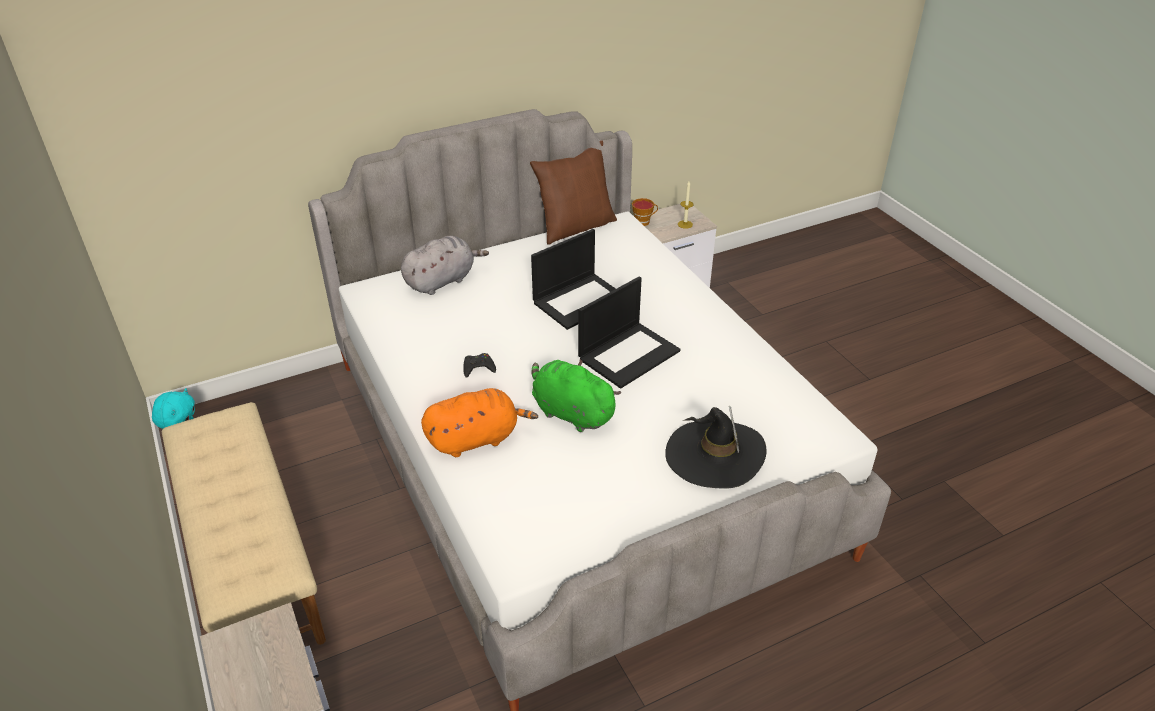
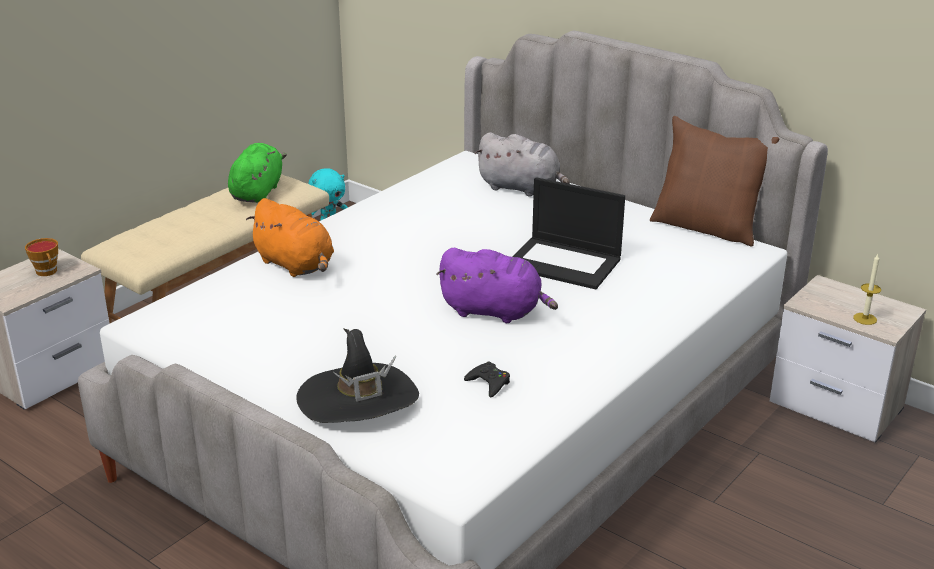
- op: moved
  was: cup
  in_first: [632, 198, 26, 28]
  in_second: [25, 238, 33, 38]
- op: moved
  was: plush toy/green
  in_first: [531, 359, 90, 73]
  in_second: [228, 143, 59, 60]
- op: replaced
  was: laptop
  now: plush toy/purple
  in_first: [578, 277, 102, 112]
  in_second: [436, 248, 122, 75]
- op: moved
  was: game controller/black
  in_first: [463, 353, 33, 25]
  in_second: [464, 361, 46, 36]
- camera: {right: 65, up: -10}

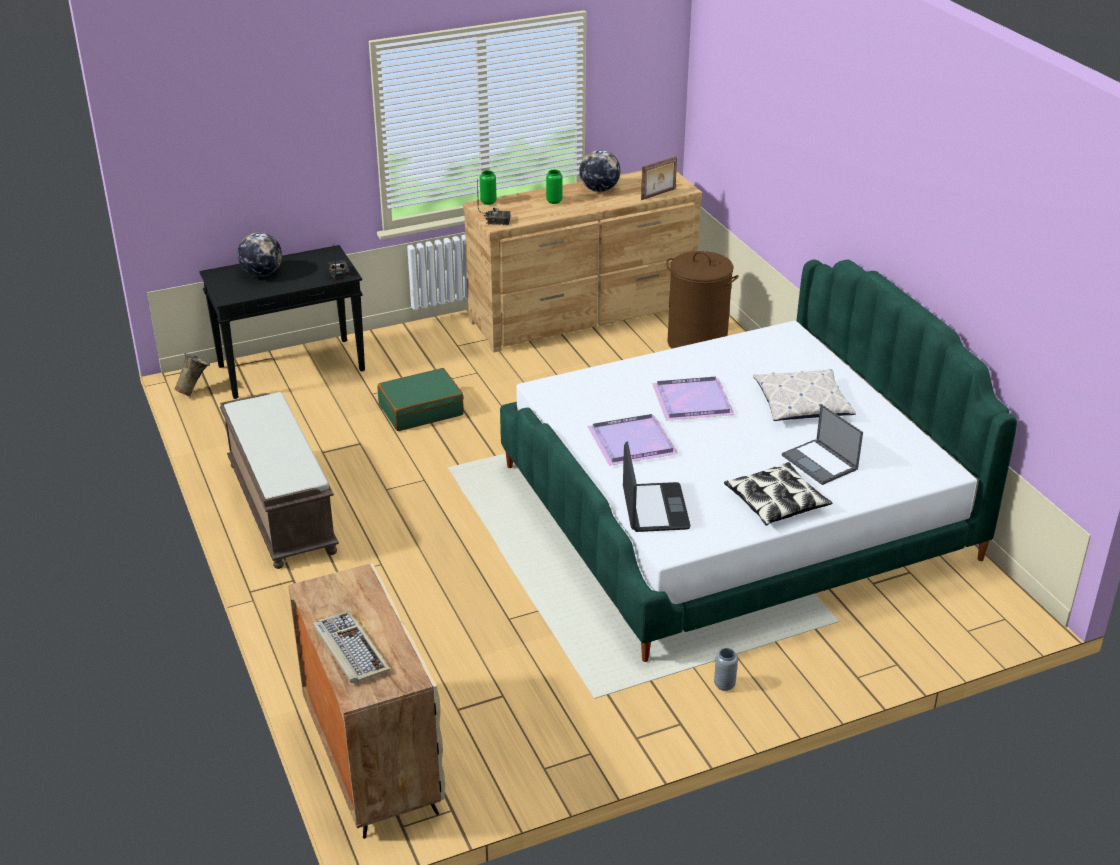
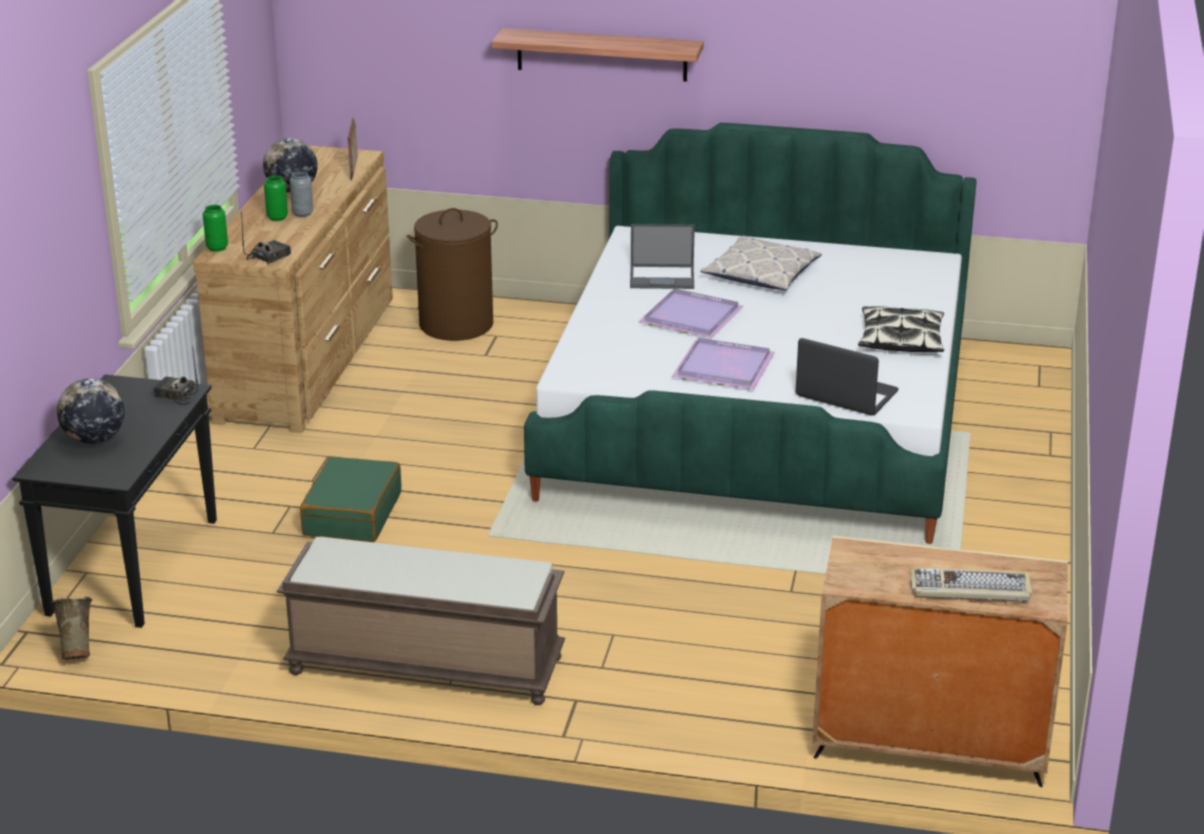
- op: moved
  was: vase/grey
  in_first: [714, 648, 24, 43]
  in_second: [290, 172, 23, 45]
- op: added
  now: shelf
  in_second: [492, 28, 212, 53]
- op: moved
  was: laptop
  in_first: [782, 404, 81, 81]
  in_second: [630, 224, 65, 65]
- camera: {right: -55, up: -5}

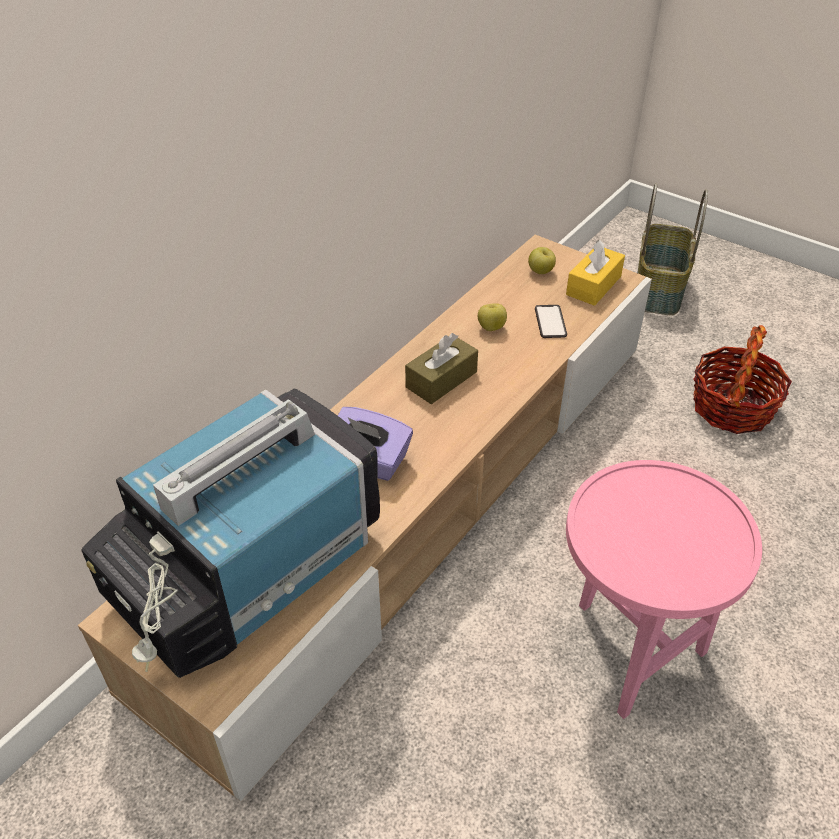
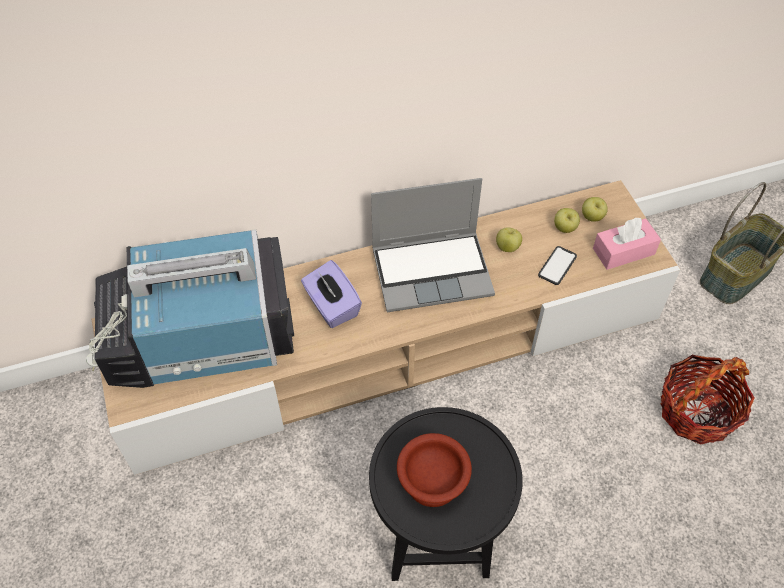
- op: recoloured
  was: side table/pink
  now: side table/black
  in_first: [566, 460, 196, 259]
  in_second: [369, 407, 154, 174]
- op: replaced
  was: tissue box/brown
  now: laptop
  in_first: [405, 333, 73, 71]
  in_second: [371, 178, 124, 134]
- op: added
  now: bowl/brown
  in_second: [397, 433, 75, 74]
- op: added
  now: apple
  in_second: [554, 208, 26, 25]
- op: recoloured
  was: tissue box/yellow
  now: tissue box/pink
  in_first: [566, 240, 59, 66]
  in_second: [593, 218, 68, 52]
- camera: {right: 35, up: 10}

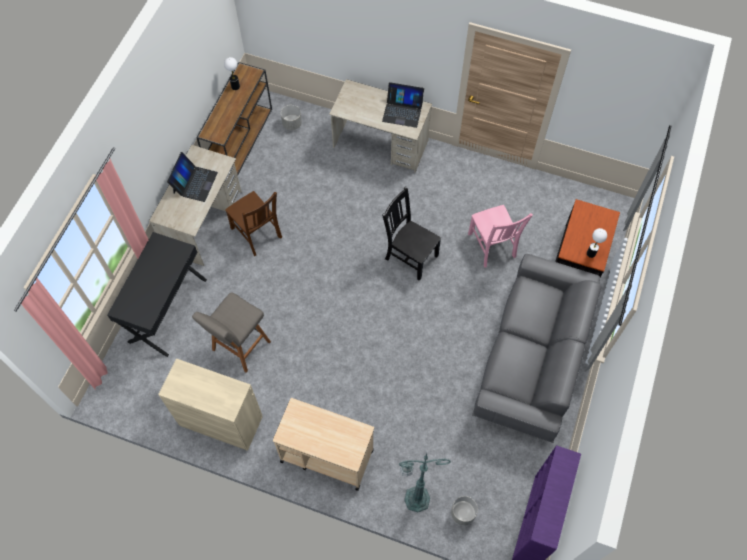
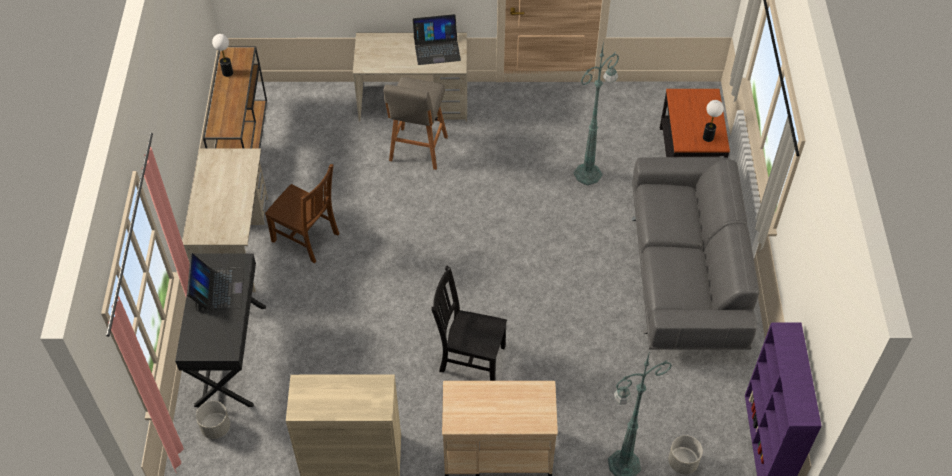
- op: moved
  was: laptop
  in_first: [167, 152, 51, 50]
  in_second: [187, 253, 57, 58]
- op: moved
  was: planter/grey
  in_first: [281, 105, 21, 25]
  in_second: [196, 401, 34, 38]
- op: moved
  was: stool/grey
  in_first: [192, 292, 79, 81]
  in_second: [383, 77, 65, 93]
- op: moved
  was: chair/black
  in_first: [382, 186, 59, 95]
  in_second: [431, 266, 76, 115]
- op: replaced
  was: chair/pink
  now: floor lamp/green
  in_first: [468, 205, 65, 63]
  in_second: [573, 40, 46, 146]
- camera: {right: -20, up: -10}

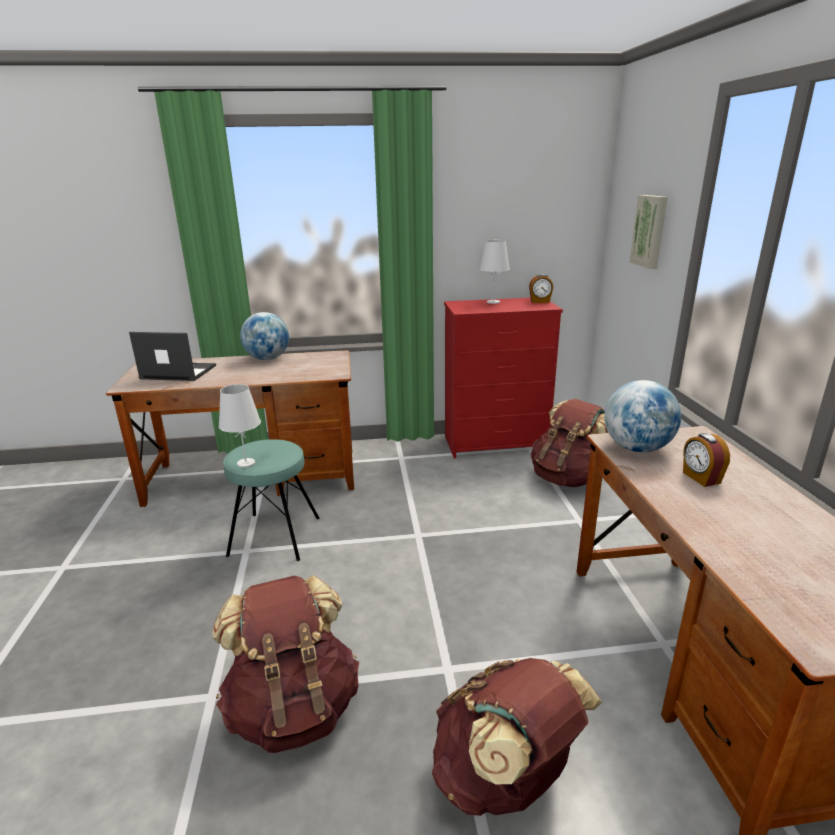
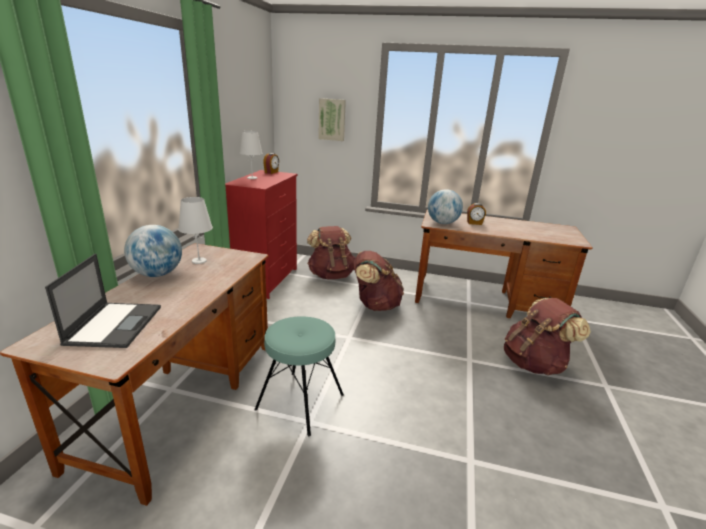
- op: turned
  was: laptop
  in_first: [129, 332, 87, 49]
  in_second: [45, 253, 116, 95]
  clockwise: 150
- op: moved
  was: table lamp/white
  in_first: [219, 384, 42, 84]
  in_second: [178, 197, 35, 67]
- op: moved
  was: backpack/brown
  in_first: [213, 575, 146, 178]
  in_second: [354, 251, 50, 60]
- camera: {right: -70, up: 0}

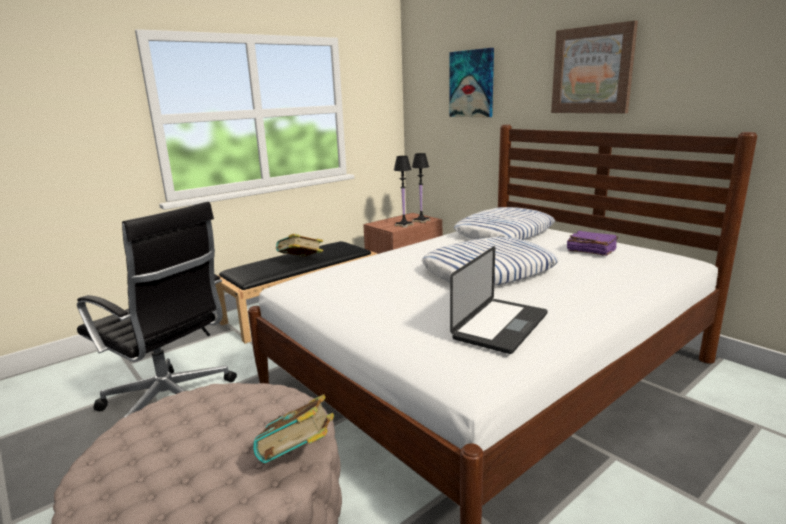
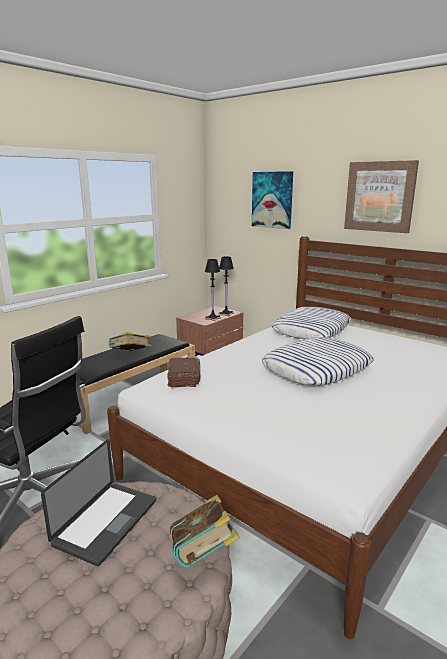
- op: moved
  was: laptop
  in_first: [450, 246, 98, 108]
  in_second: [41, 439, 115, 127]
- op: added
  now: book/brown
  in_second: [167, 358, 33, 30]
- op: removed
  was: book/purple
  in_first: [567, 231, 51, 25]
- camera: {right: -10, up: 0}

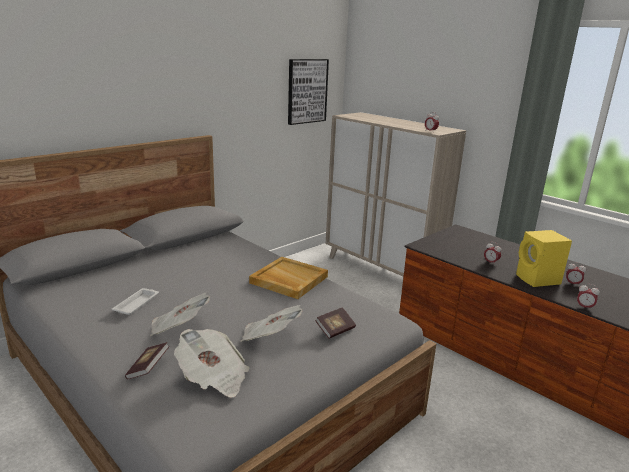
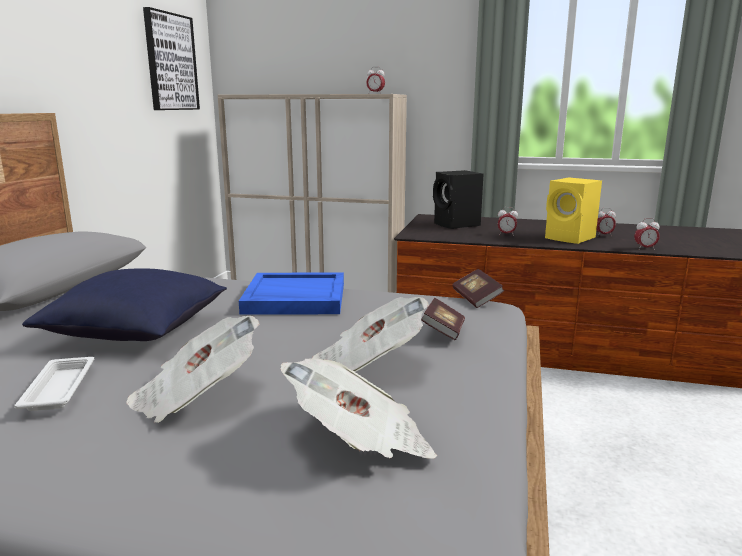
- op: added
  now: pillow/blue
  in_second: [22, 269, 205, 72]
- op: recoloured
  was: tray/beige
  now: tray/blue
  in_first: [249, 257, 79, 42]
  in_second: [239, 273, 105, 42]
- op: added
  now: speaker/black
  in_second: [433, 170, 50, 59]
- op: moved
  was: book
  in_first: [125, 342, 45, 38]
  in_second: [452, 269, 52, 39]
- camera: {right: -30, up: -5}

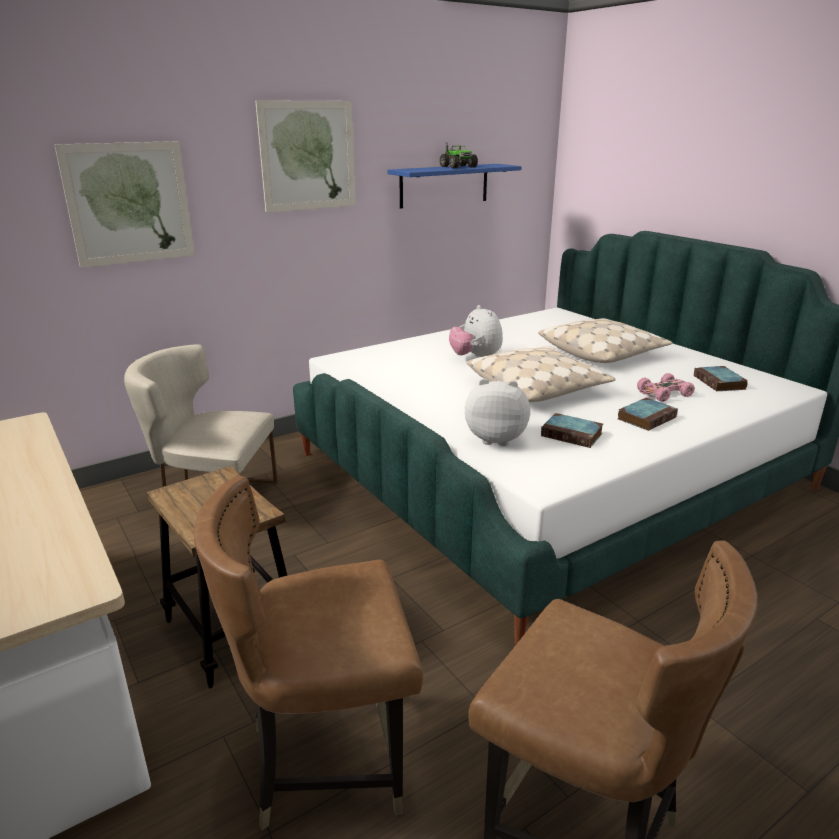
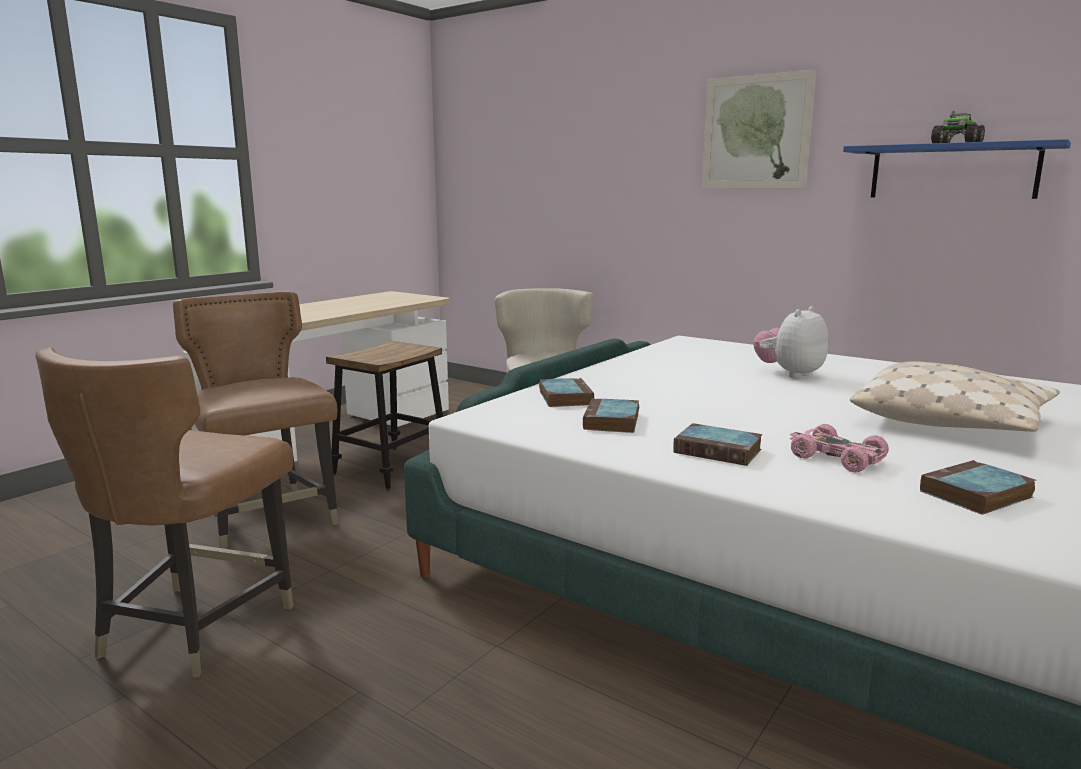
- op: replaced
  was: plush toy
  now: book
  in_first: [465, 378, 65, 68]
  in_second: [539, 378, 55, 29]
- op: removed
  was: picture
  in_first: [55, 141, 140, 127]
- op: removed
  was: pillow/beige
  in_first: [467, 346, 149, 56]
- camera: {right: 70, up: -10}

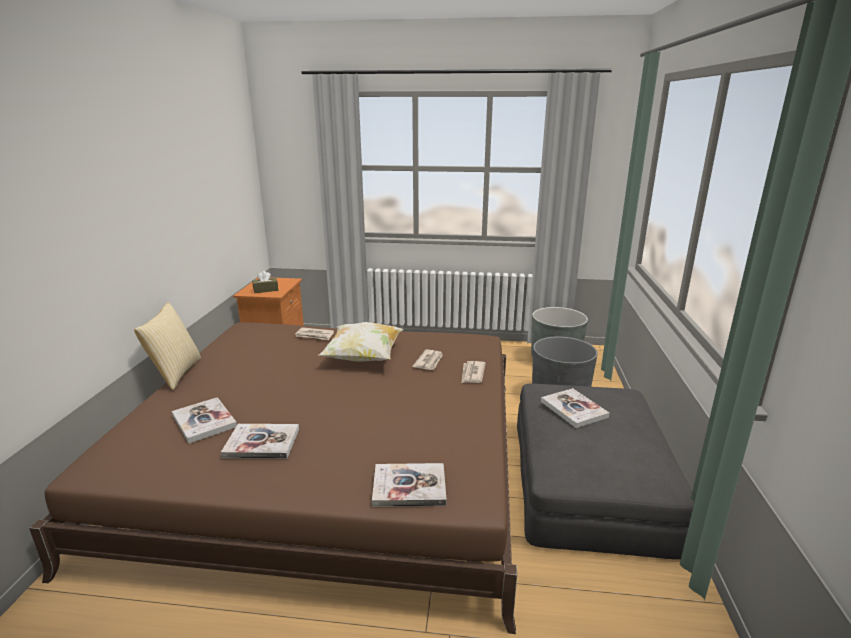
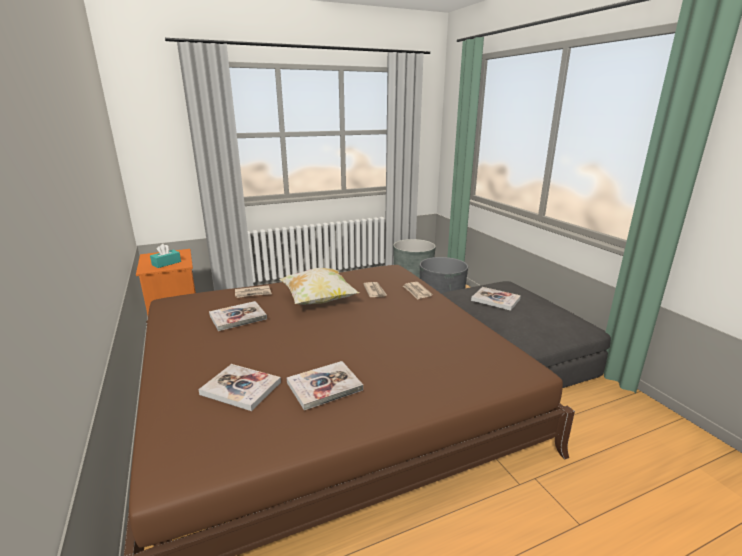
- op: recoloured
  was: tissue box/brown
  now: tissue box/turquoise
  in_first: [252, 271, 26, 22]
  in_second: [150, 244, 31, 24]
- op: moved
  was: book
  in_first: [372, 463, 74, 44]
  in_second: [209, 301, 58, 30]
- op: removed
  was: pillow
  in_first: [134, 303, 67, 87]
- camera: {right: -30, up: 0}

